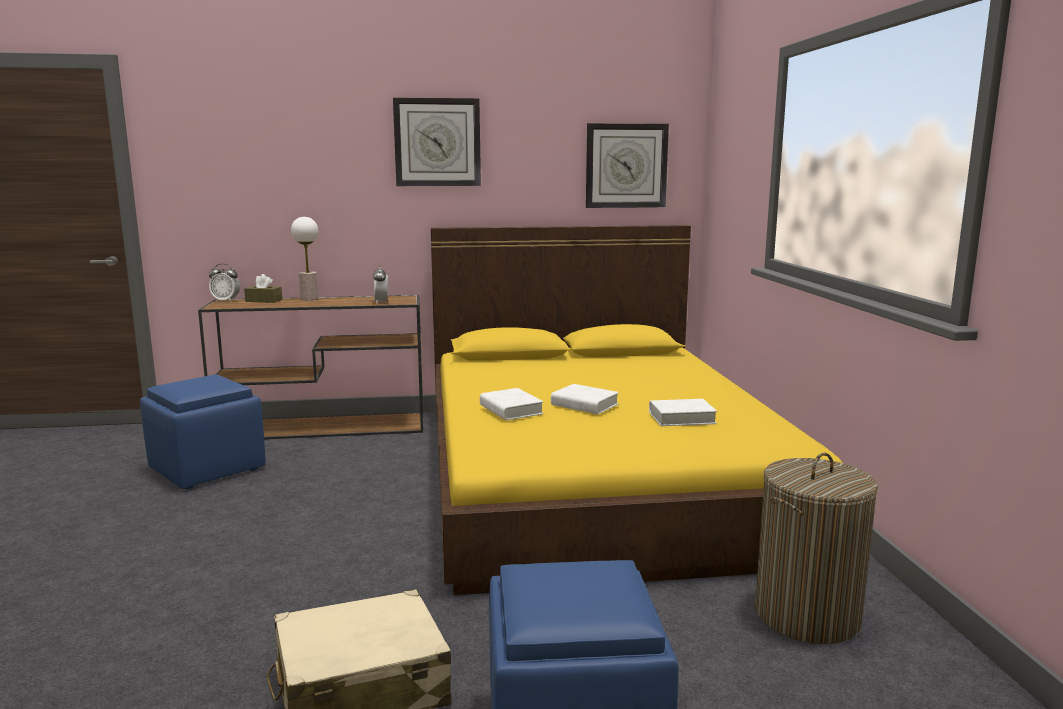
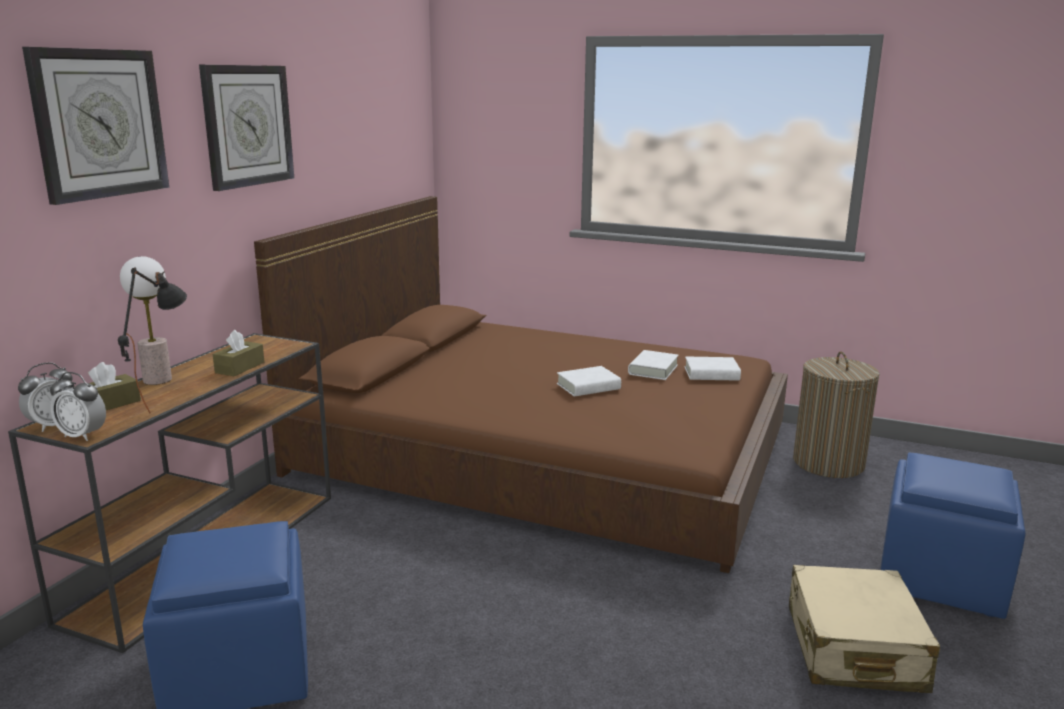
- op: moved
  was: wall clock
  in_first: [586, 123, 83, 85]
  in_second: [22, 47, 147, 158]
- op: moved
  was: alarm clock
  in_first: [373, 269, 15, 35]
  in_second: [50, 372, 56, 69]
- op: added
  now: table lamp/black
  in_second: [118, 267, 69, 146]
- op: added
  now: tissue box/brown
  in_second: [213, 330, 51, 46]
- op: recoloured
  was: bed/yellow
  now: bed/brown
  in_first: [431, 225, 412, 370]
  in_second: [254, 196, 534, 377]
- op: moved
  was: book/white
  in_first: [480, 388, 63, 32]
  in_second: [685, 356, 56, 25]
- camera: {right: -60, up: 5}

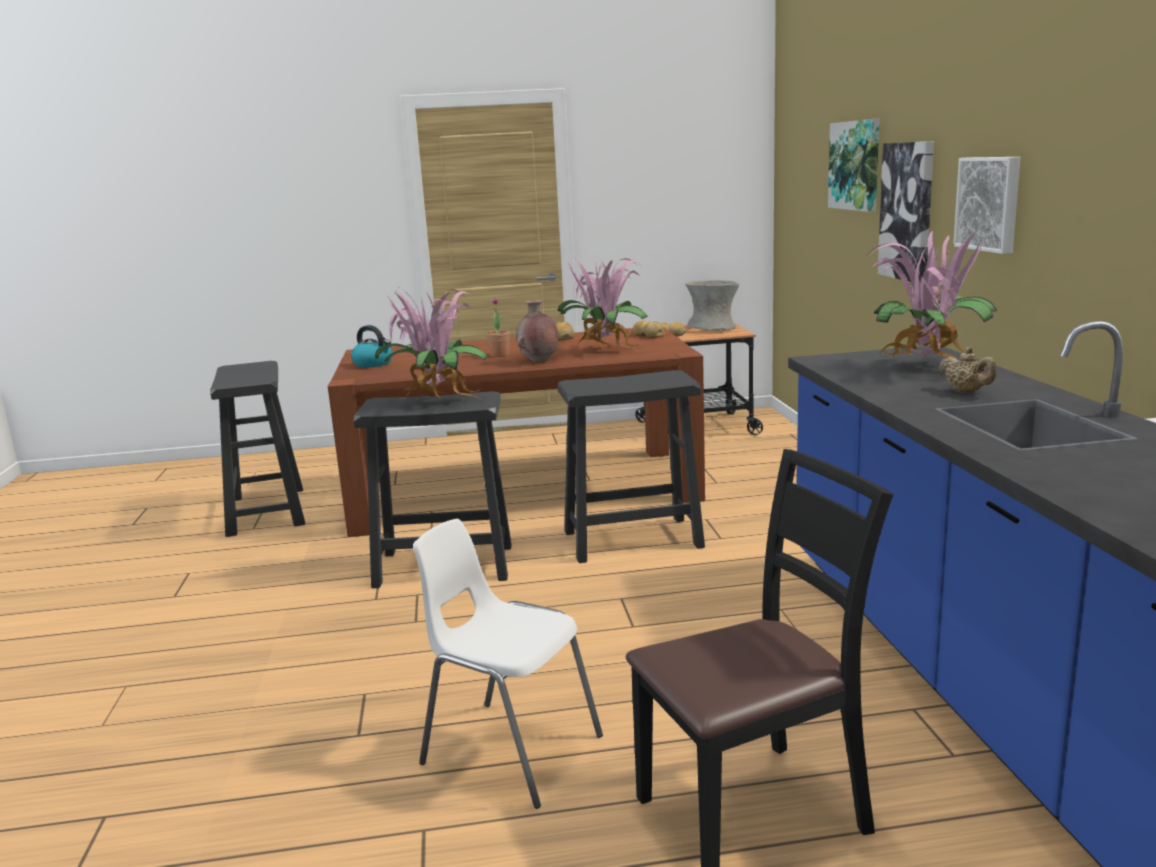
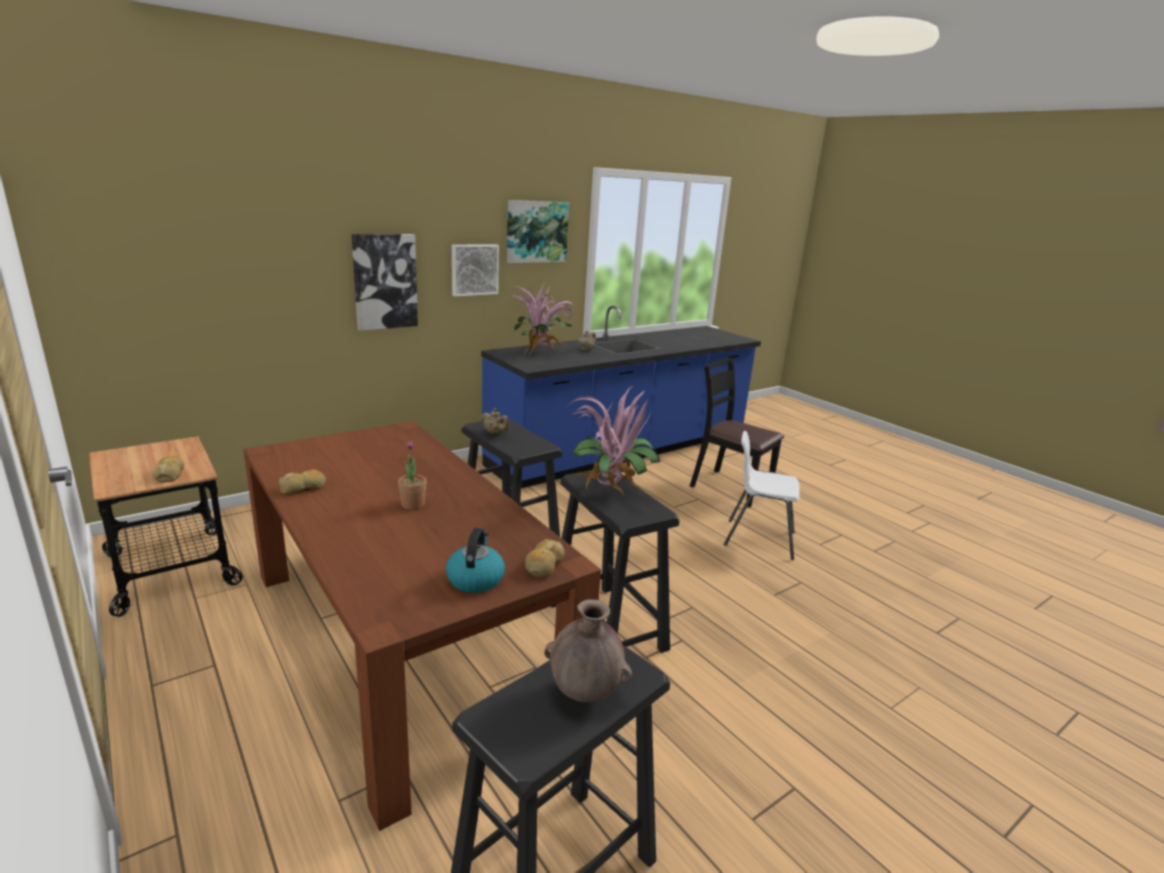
- op: added
  now: teapot/beige
  in_second: [481, 408, 28, 26]
- op: moved
  was: picture
  in_first: [828, 119, 51, 93]
  in_second: [507, 200, 62, 63]
- op: moved
  was: bread
  in_first: [632, 321, 33, 17]
  in_second: [525, 539, 40, 38]
- op: moved
  was: vase/brown
  in_first: [516, 300, 43, 62]
  in_second: [544, 599, 88, 104]
- op: turned
  was: chair/white
  in_first: [413, 519, 190, 290]
  in_second: [724, 431, 76, 129]
  clockwise: 105
- op: removed
  was: potted plant
  in_first: [557, 255, 91, 95]
- op: removed
  was: vase/grey
  in_first: [685, 280, 54, 51]
- camera: {right: -120, up: 5}

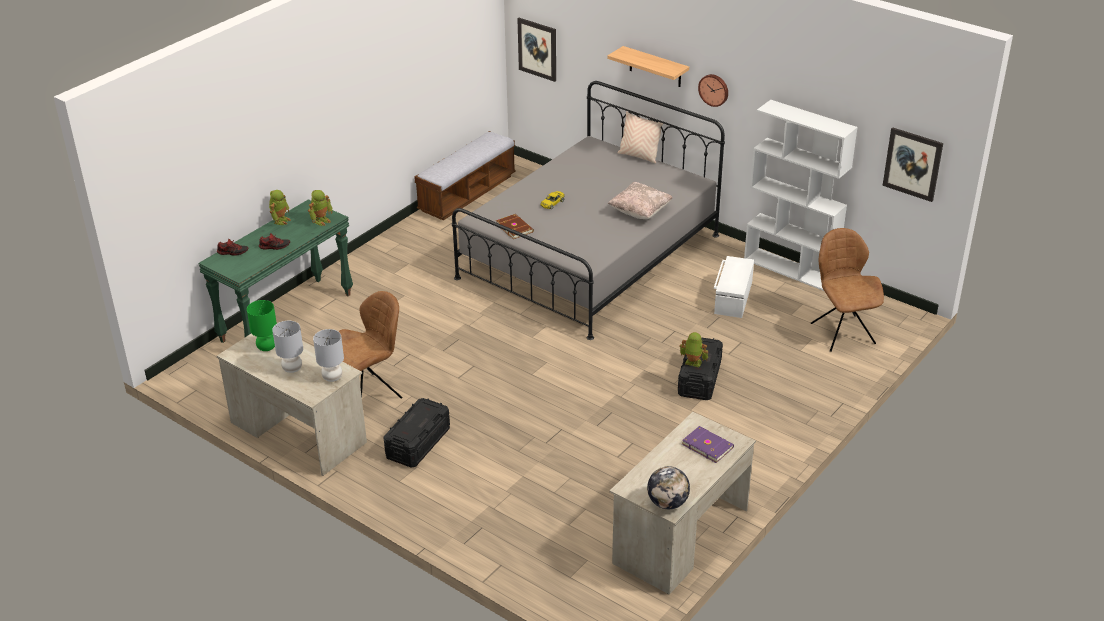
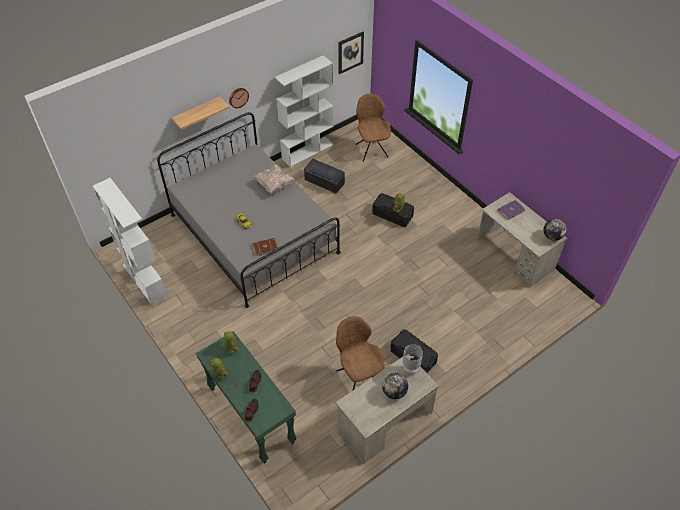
- op: replaced
  was: bench
  now: bookcase/white
  in_first: [414, 131, 102, 90]
  in_second: [93, 178, 74, 127]
- op: recoloured
  was: storage box/white
  now: storage box/black
  in_first: [714, 256, 40, 62]
  in_second: [304, 159, 41, 35]
- op: turned
  was: chair/brown
  in_first: [811, 228, 73, 124]
  in_second: [356, 94, 35, 68]
  clockwise: 75
- op: replaced
  was: table lamp/grey
  now: globe
  in_first: [272, 321, 31, 52]
  in_second: [382, 373, 26, 26]
- op: removed
  was: table lamp/green
  in_first: [247, 300, 30, 51]
- op: removed
  was: picture
  in_first: [517, 18, 39, 64]
- op: removed
  was: pillow/beige
  in_first: [618, 111, 46, 53]
- camera: {right: -75, up: 15}

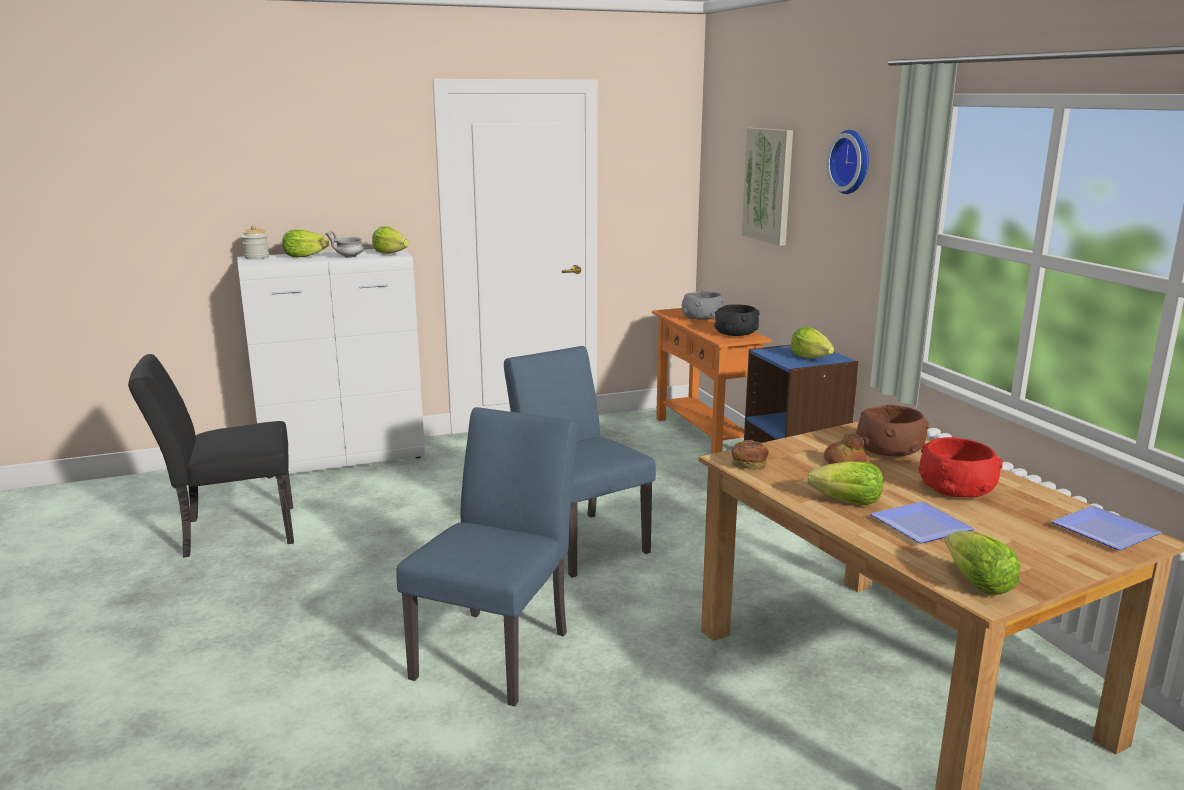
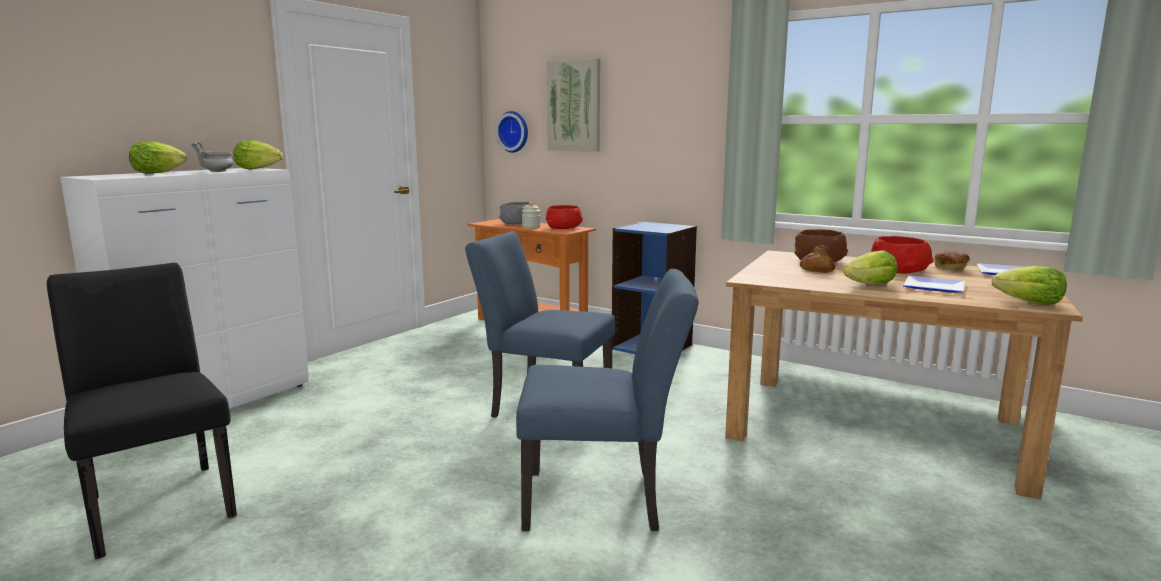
- op: turned
  was: chair/black
  in_first: [128, 354, 166, 203]
  in_second: [47, 263, 190, 296]
  clockwise: 105
- op: moved
  was: wall clock
  in_first: [826, 130, 43, 64]
  in_second: [496, 111, 32, 42]
- op: turned
  was: chair/blue
  in_first: [396, 407, 182, 299]
  in_second: [516, 269, 182, 262]
  clockwise: 105
- op: moved
  was: jar
  in_first: [242, 225, 27, 35]
  in_second: [522, 202, 18, 26]
- op: recoloured
  was: bowl/black
  now: bowl/red
  in_first: [714, 304, 46, 32]
  in_second: [546, 205, 37, 24]
- op: moved
  was: bread
  in_first: [732, 440, 37, 30]
  in_second: [934, 251, 36, 19]
- op: removed
  was: lettuce
  in_first: [791, 327, 43, 32]
- camera: {right: -35, up: -5}

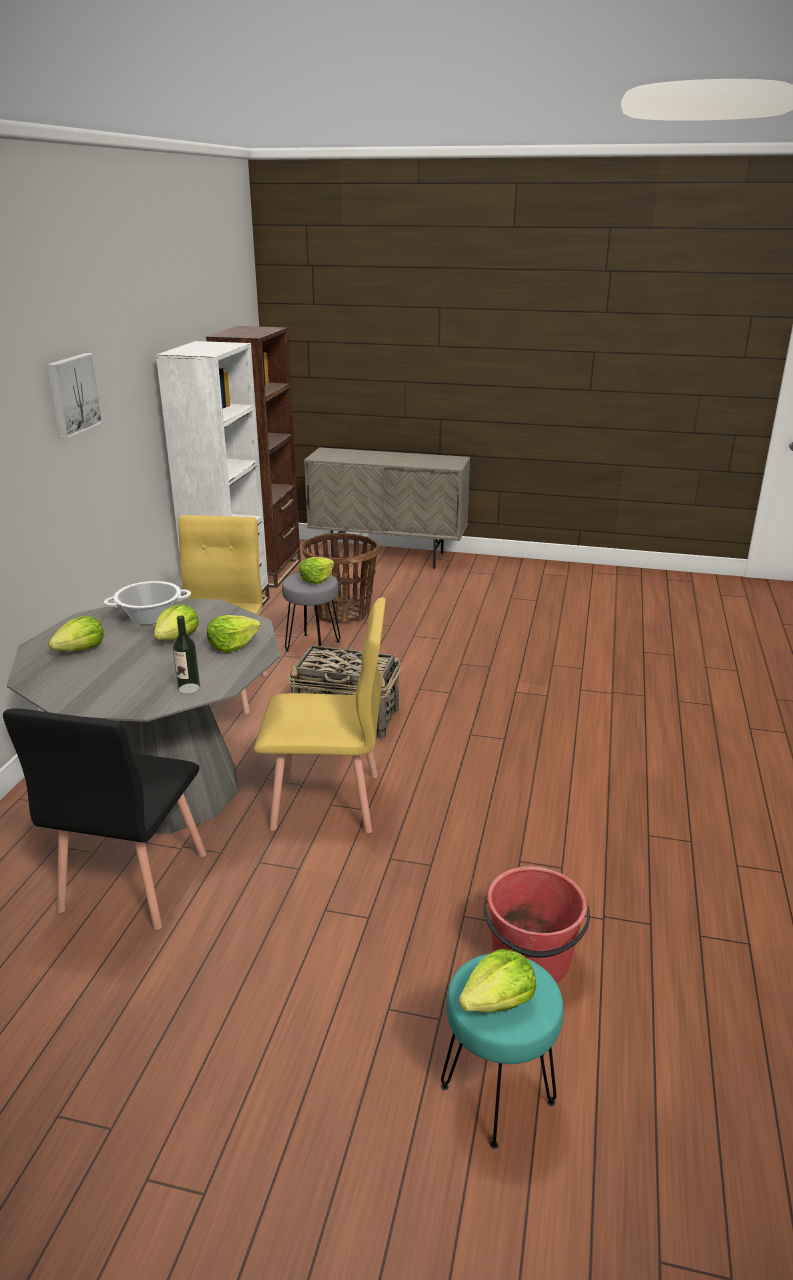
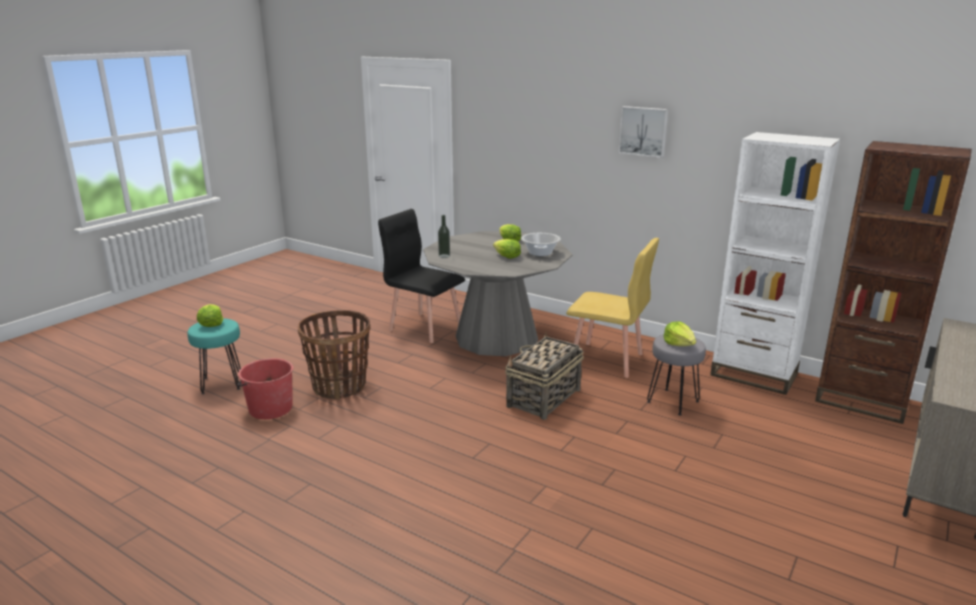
- op: moved
  was: basket
  in_first: [302, 533, 77, 90]
  in_second: [298, 310, 72, 90]
- op: removed
  was: lettuce
  in_first: [207, 615, 54, 38]
- op: removed
  was: chair/yellow
  in_first: [254, 598, 132, 235]
- camera: {right: 110, up: -5}

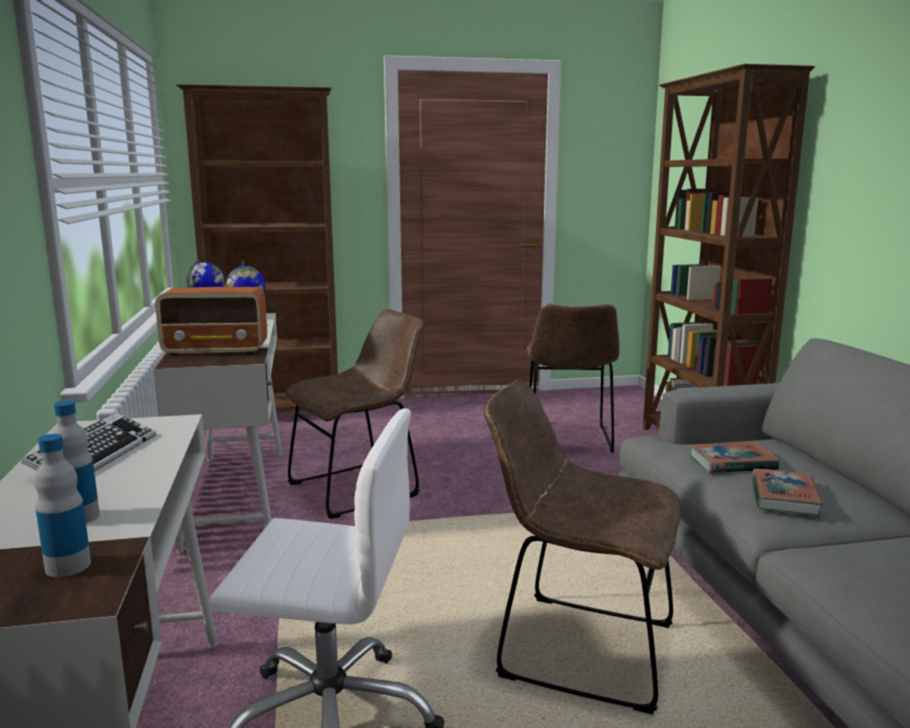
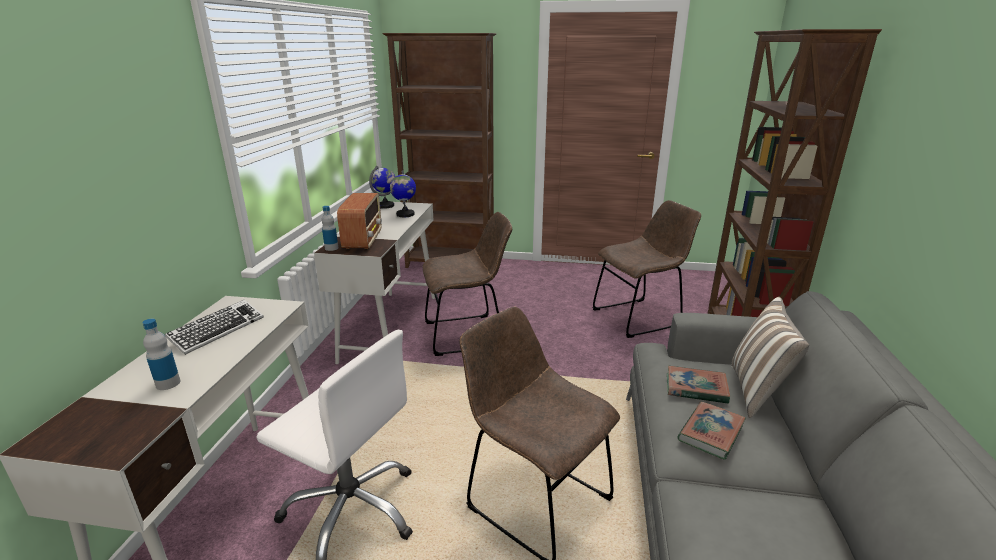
- op: moved
  was: bottle
  in_first: [34, 434, 57, 143]
  in_second: [321, 206, 17, 45]
- op: turned
  was: radio
  in_first: [155, 287, 112, 69]
  in_second: [337, 193, 45, 57]
  clockwise: -105
- op: turned
  was: chair/brown
  in_first: [527, 304, 93, 148]
  in_second: [592, 200, 109, 138]
  clockwise: -135
- op: added
  now: pillow
  in_second: [731, 297, 79, 121]
- camera: {right: 20, up: 10}

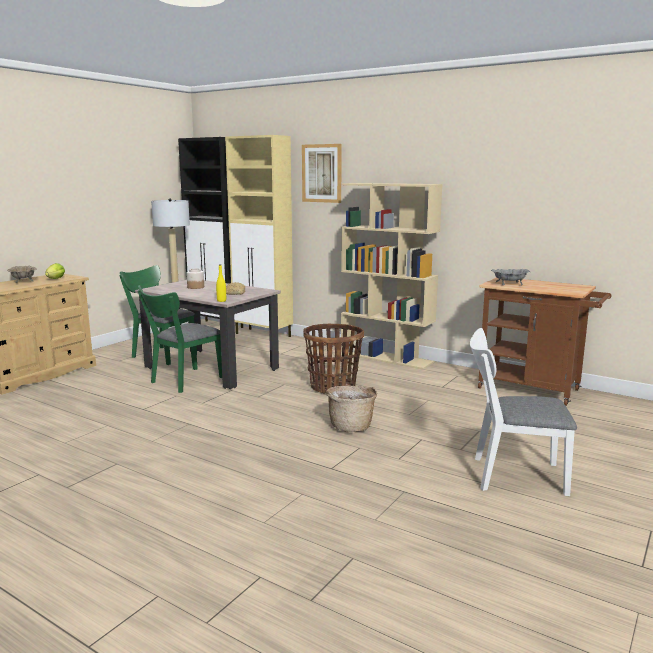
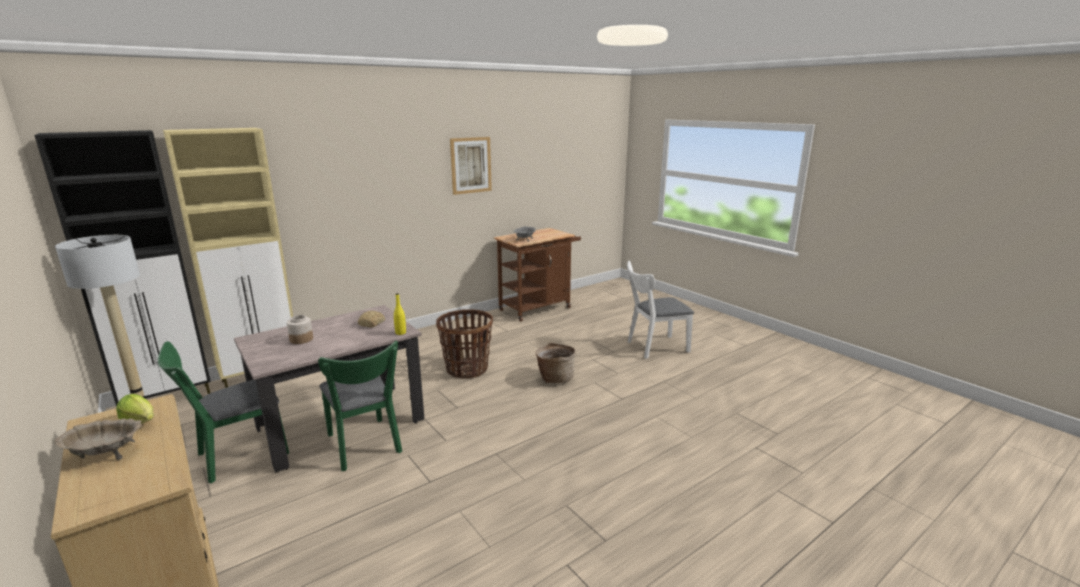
- op: moved
  was: picture
  in_first: [302, 144, 40, 59]
  in_second: [450, 137, 42, 58]
- op: turned
  was: chair/white
  in_first: [470, 328, 107, 168]
  in_second: [627, 261, 67, 98]
  clockwise: 45
- op: removed
  was: bookcase/beige
  in_first: [341, 183, 101, 187]
- camera: {right: -70, up: 5}

